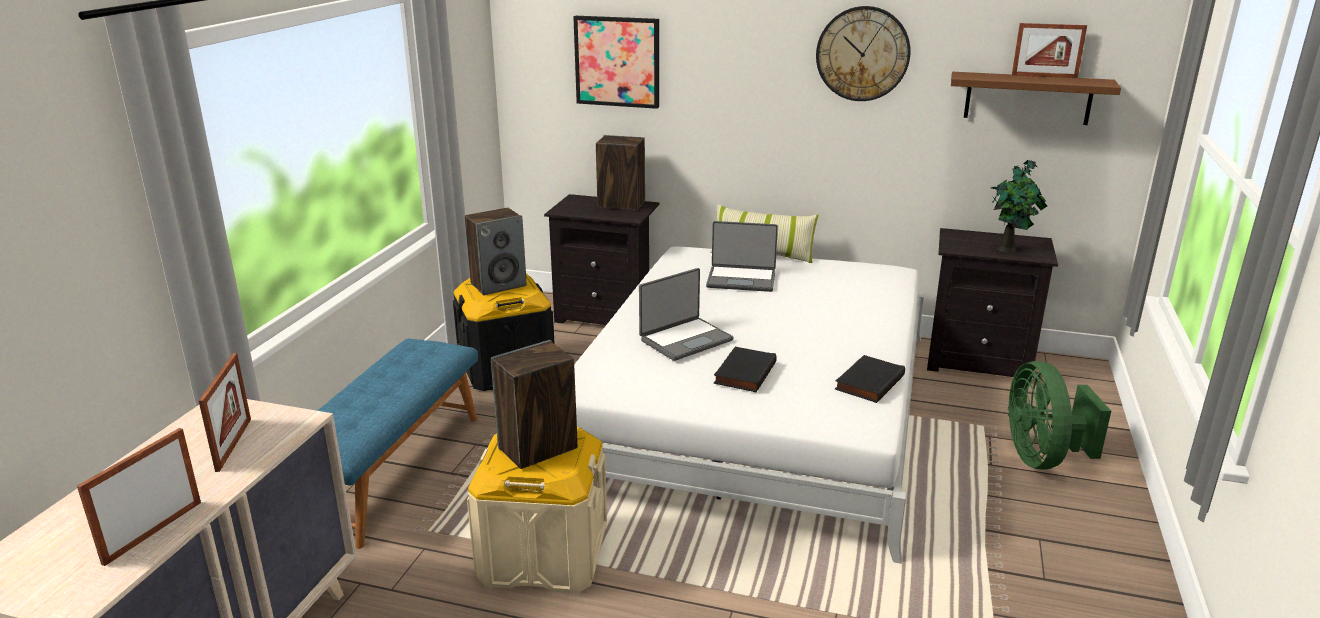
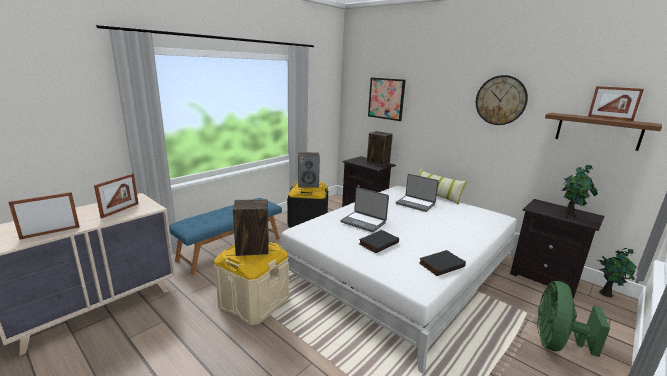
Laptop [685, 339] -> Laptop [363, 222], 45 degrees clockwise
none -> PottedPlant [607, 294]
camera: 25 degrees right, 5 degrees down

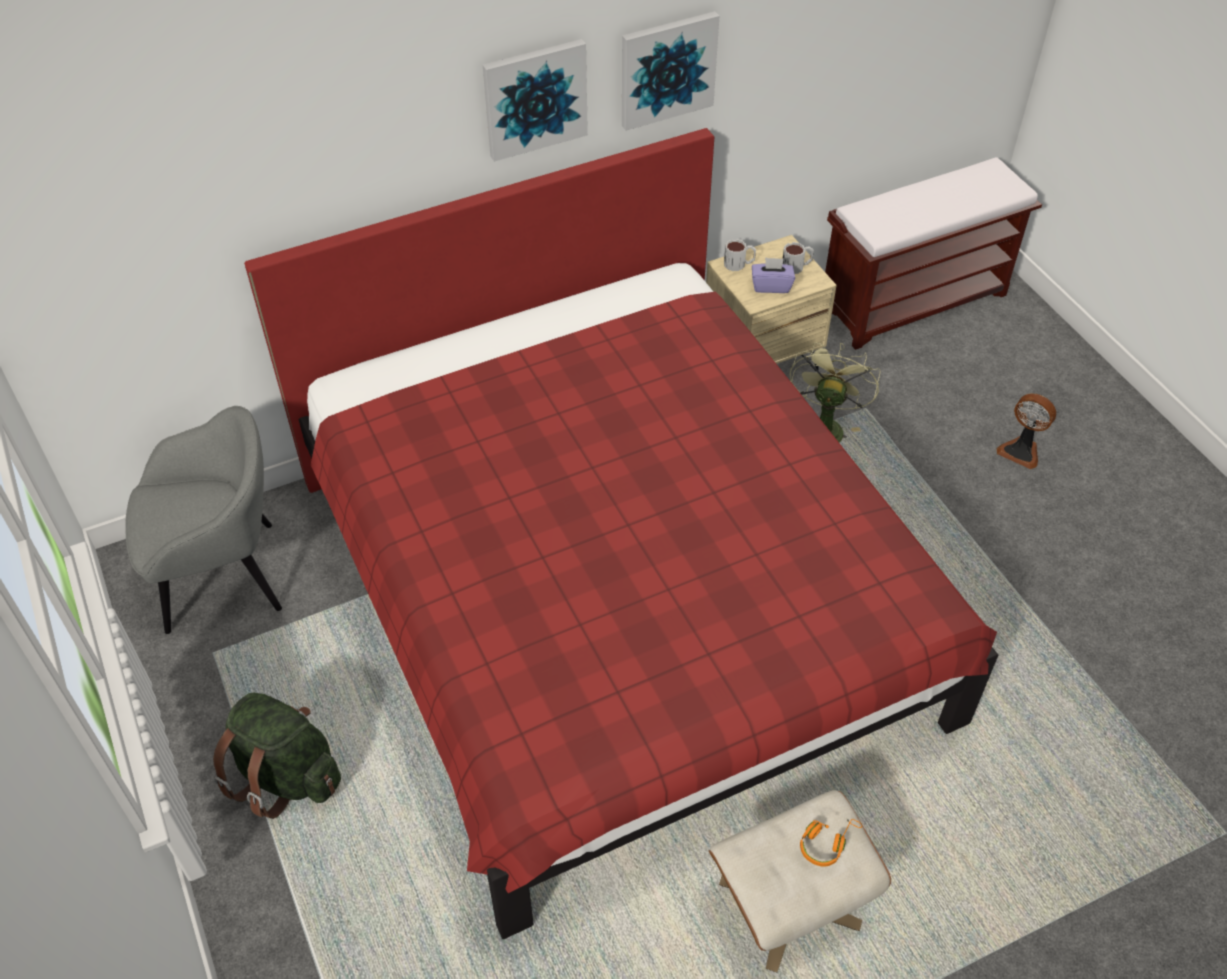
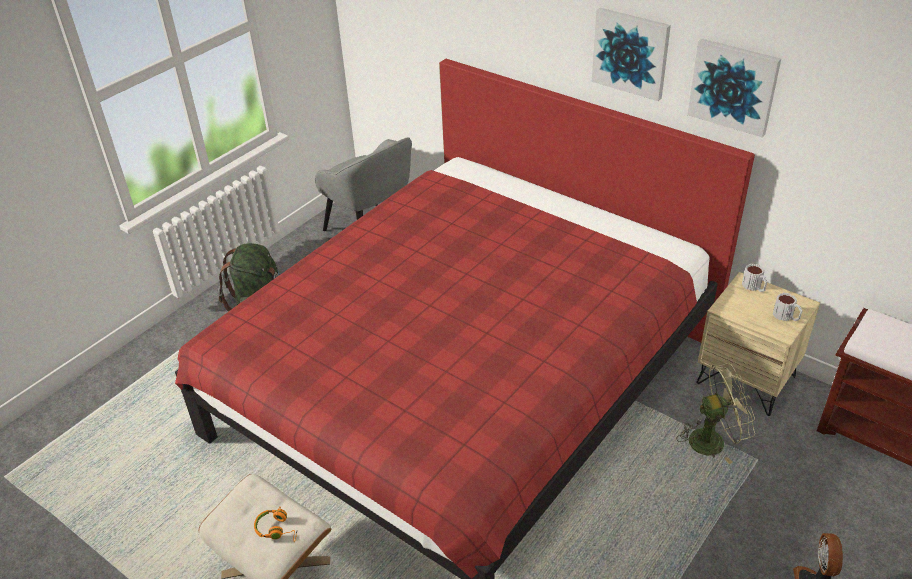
PurpleTissueBox [771, 286] -> none
camera: 65 degrees right, 10 degrees down

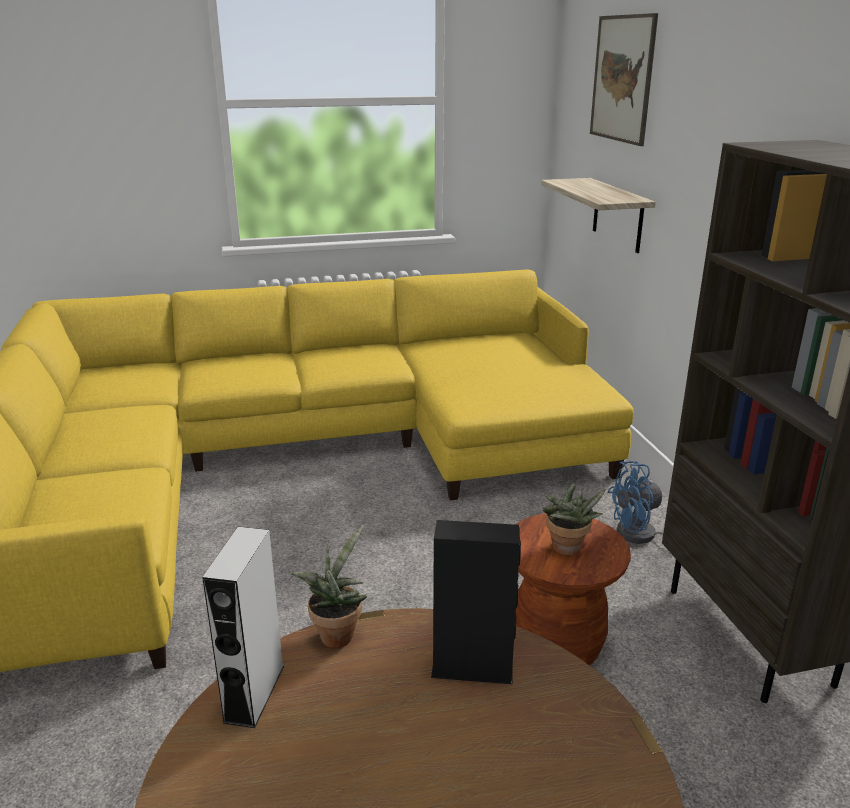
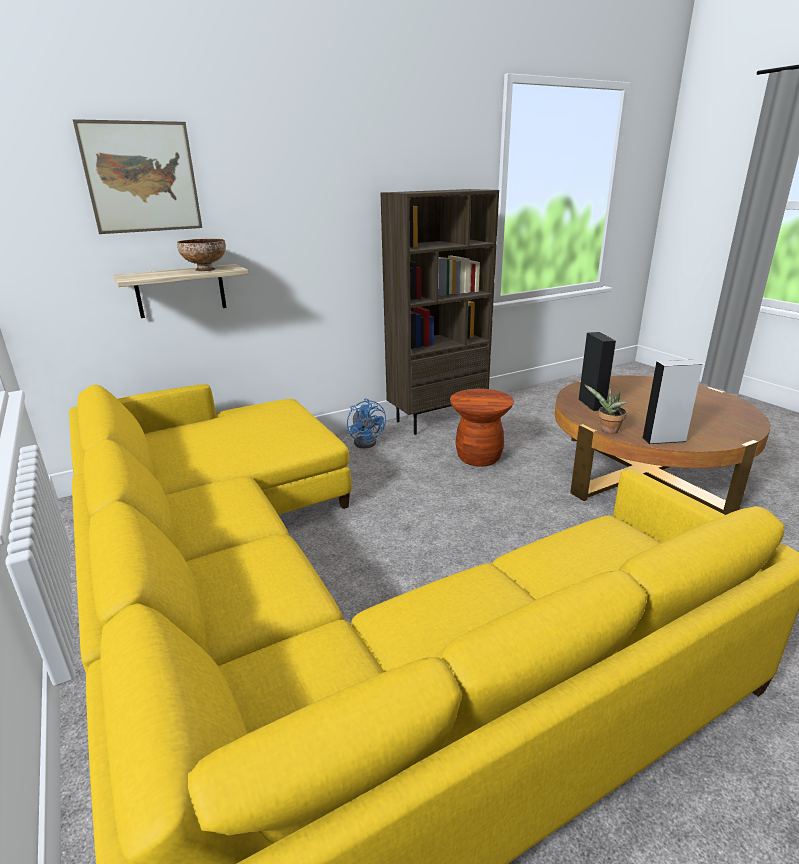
PottedPlant [567, 550] -> none
none -> Bowl [205, 270]
camera: 105 degrees left, 0 degrees up

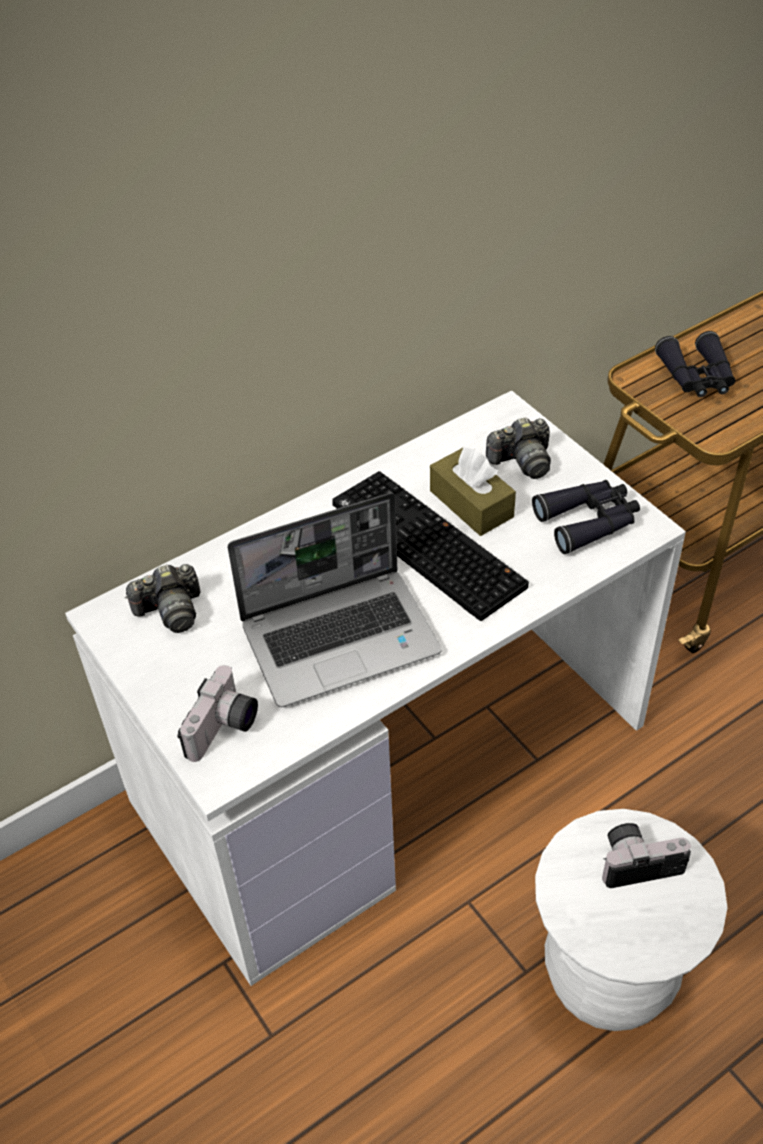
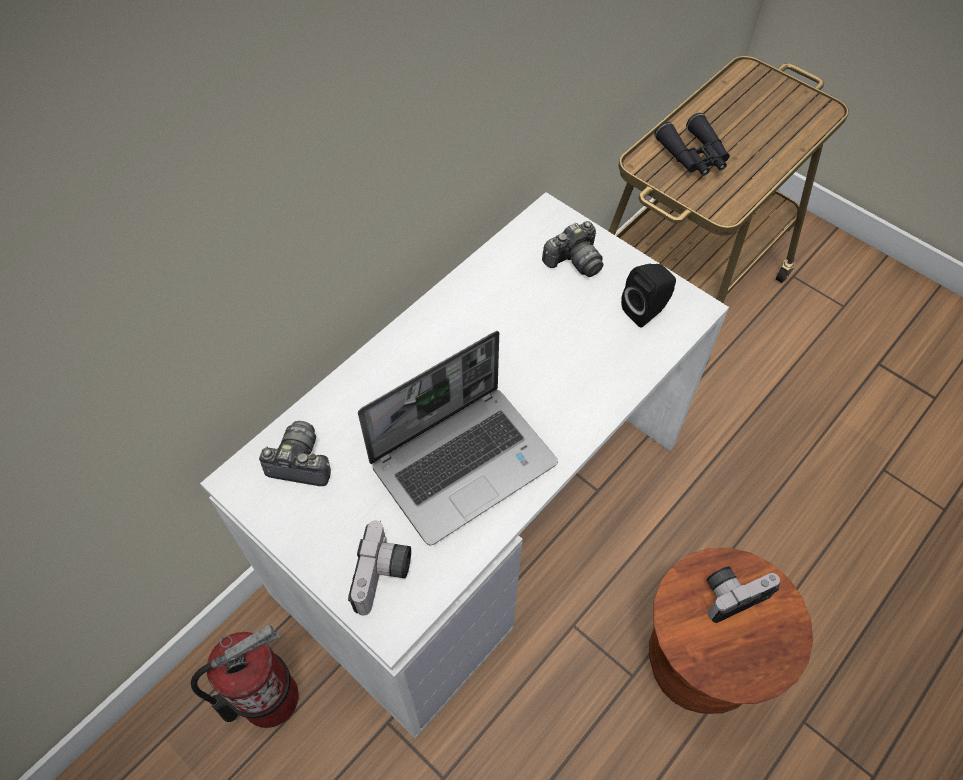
BrownTissueBox [471, 504] -> none
Keyboard [422, 546] -> none
BlackBinoculars [588, 521] -> BlackSpeaker [646, 310]
PhotoCamera [170, 611] -> PhotoCamera [300, 463], 135 degrees counterclockwise
WhiteStool [609, 975] -> BrownStool [697, 664]
none -> FireExtinguisher [269, 698]
camera: 15 degrees left, 10 degrees up

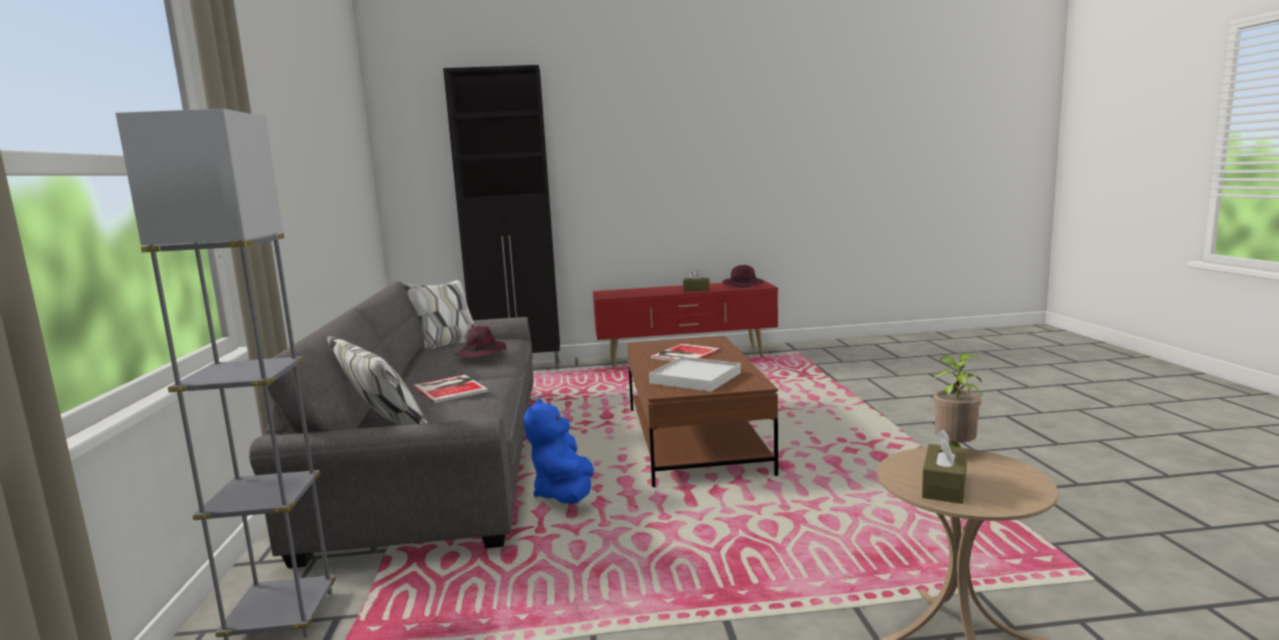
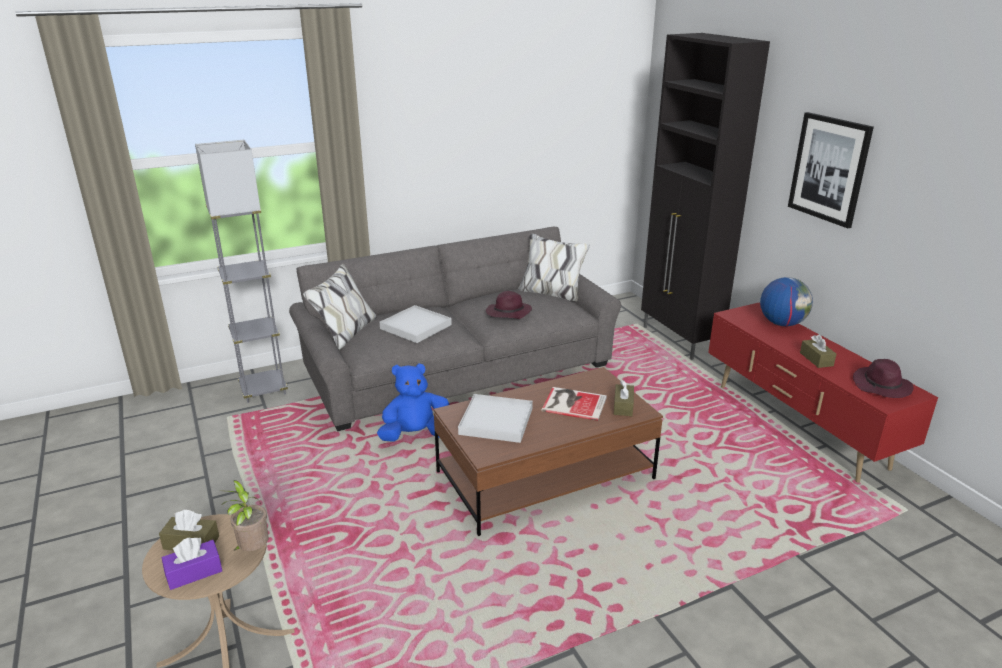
Book [451, 388] -> WhiteTray [416, 327]
none -> Picture [829, 169]
none -> Globe [782, 323]
none -> BrownTissueBox [623, 406]
none -> PurpleTissueBox [194, 572]
camera: 70 degrees right, 15 degrees up

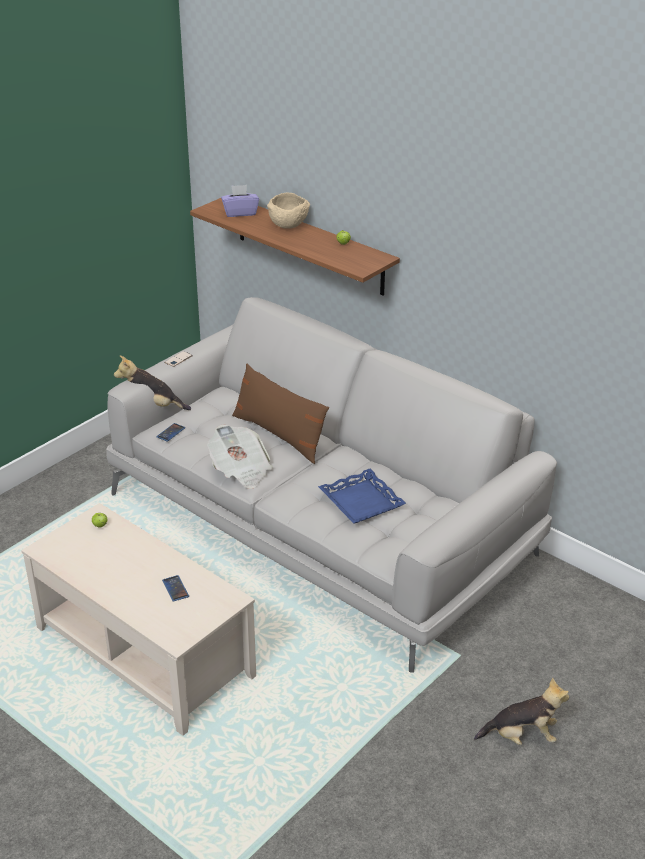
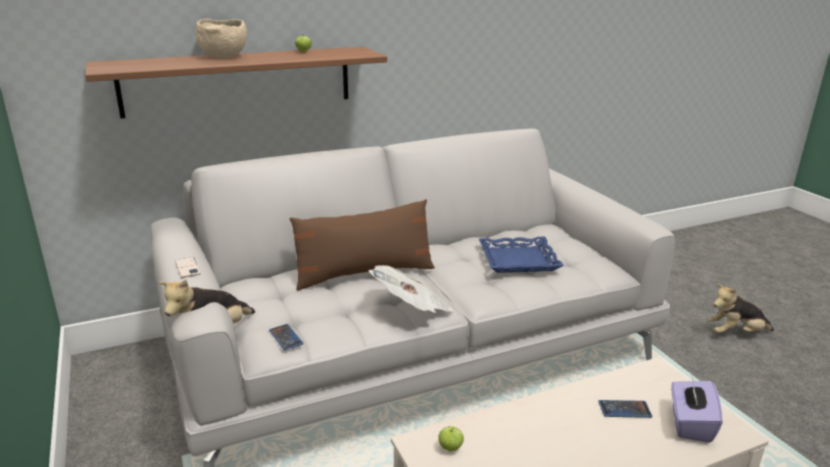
PurpleTissueBox [240, 213] -> PurpleTissueBox [690, 424], shifted
PlushToy [522, 736] -> PlushToy [736, 333], 120 degrees counterclockwise
camera: 65 degrees left, 10 degrees down

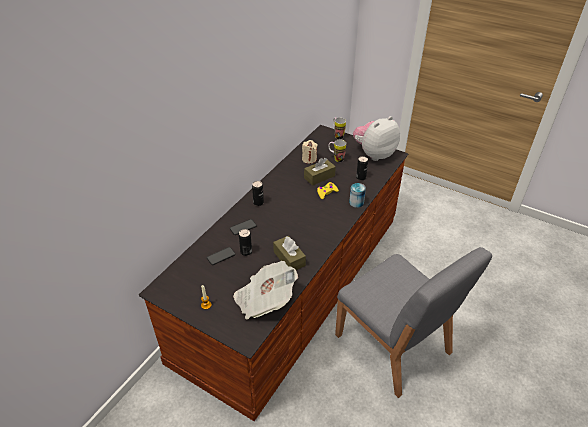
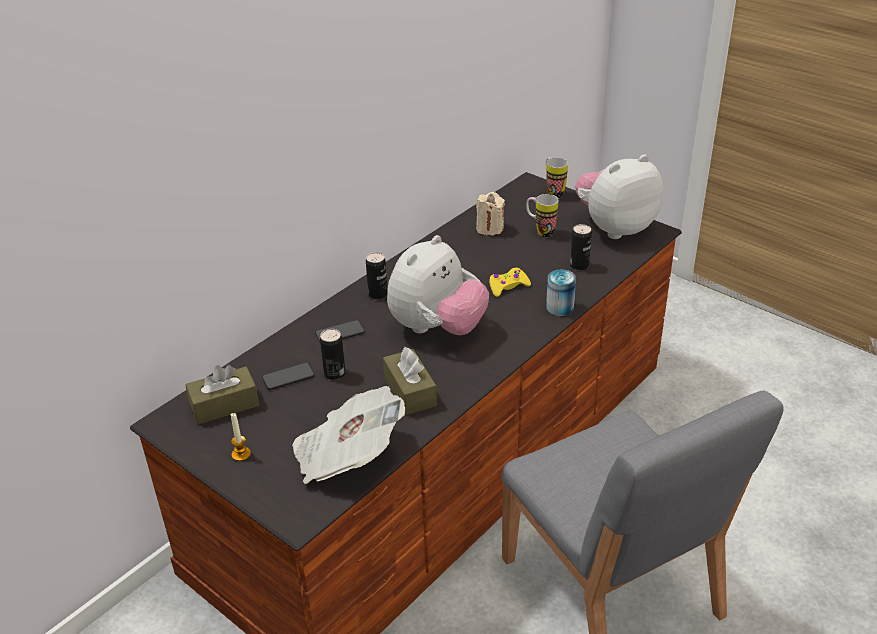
BrownTissueBox [319, 177] -> BrownTissueBox [224, 405], shifted
none -> PlushToy [437, 328]
camera: 10 degrees right, 5 degrees down

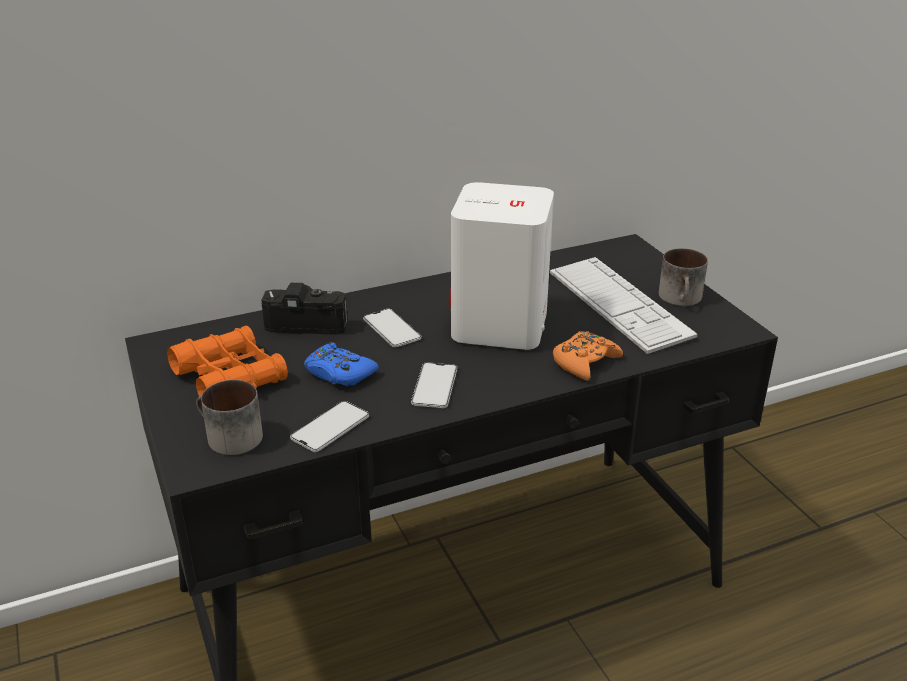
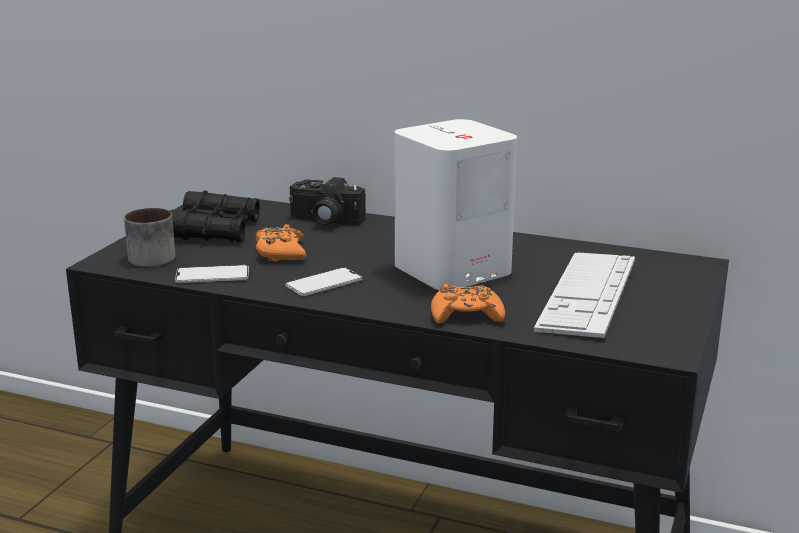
Mug [682, 299] -> none
PhotoCamera [308, 322] -> PhotoCamera [324, 221], 150 degrees clockwise
Phone [391, 328] -> none
OrangeBinoculars [230, 377] -> BlackBinoculars [215, 230]
BlueGameController [339, 373] -> OrangeGameController [280, 252]
camera: 45 degrees right, 10 degrees down

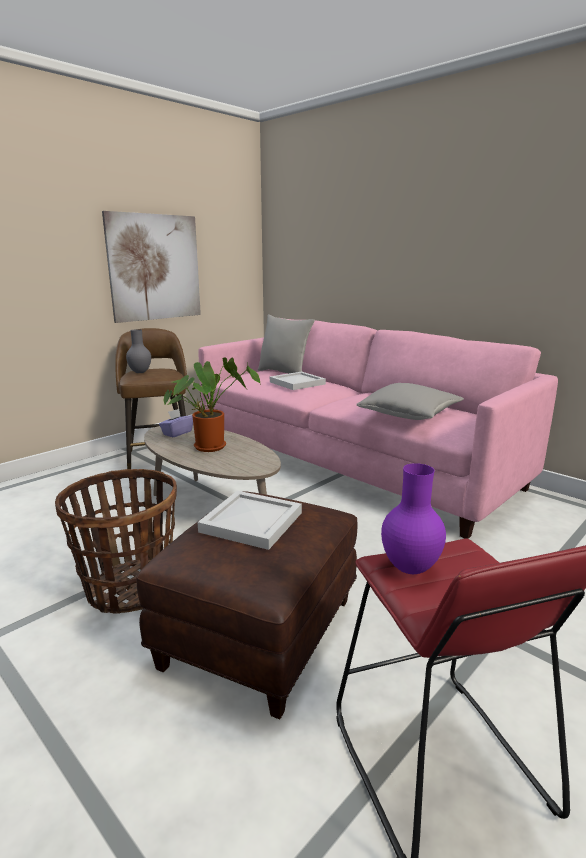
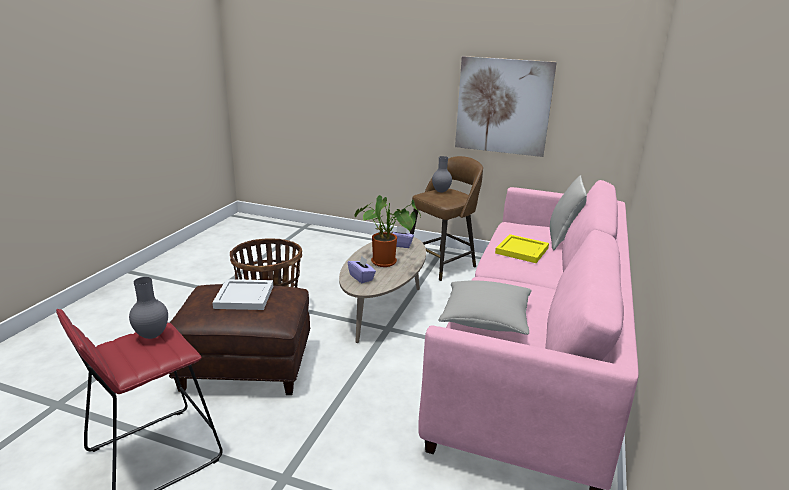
WhiteTray [298, 383] -> YellowTray [522, 251]
PurpleVase [410, 569] -> GreyVase [151, 335]
none -> PurpleTissueBox [361, 277]
camera: 65 degrees right, 5 degrees up

